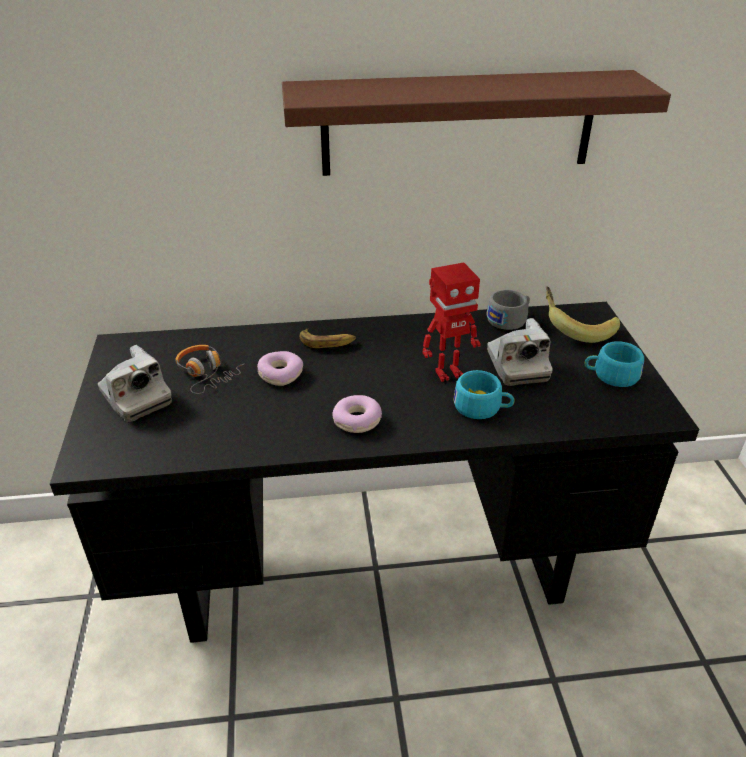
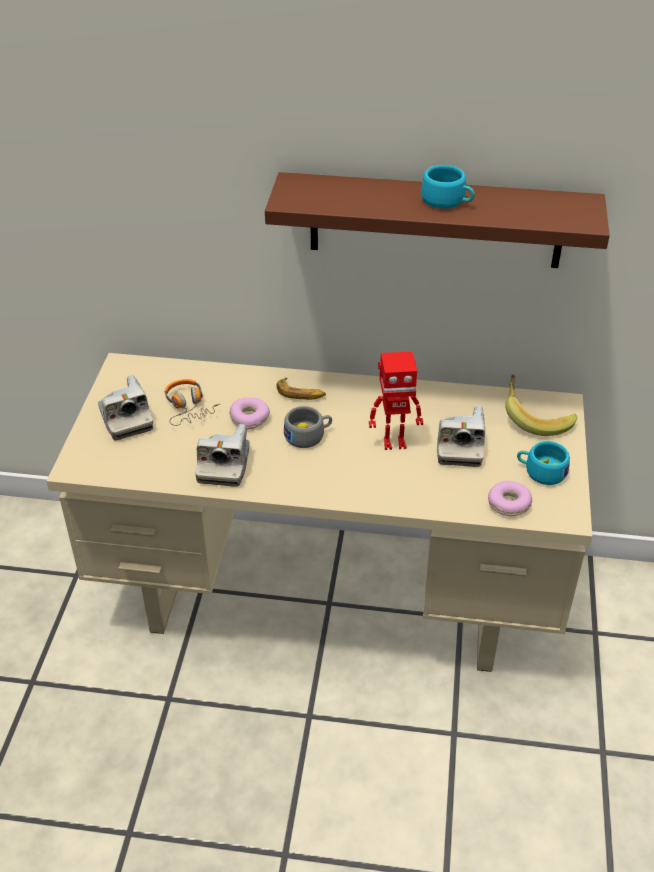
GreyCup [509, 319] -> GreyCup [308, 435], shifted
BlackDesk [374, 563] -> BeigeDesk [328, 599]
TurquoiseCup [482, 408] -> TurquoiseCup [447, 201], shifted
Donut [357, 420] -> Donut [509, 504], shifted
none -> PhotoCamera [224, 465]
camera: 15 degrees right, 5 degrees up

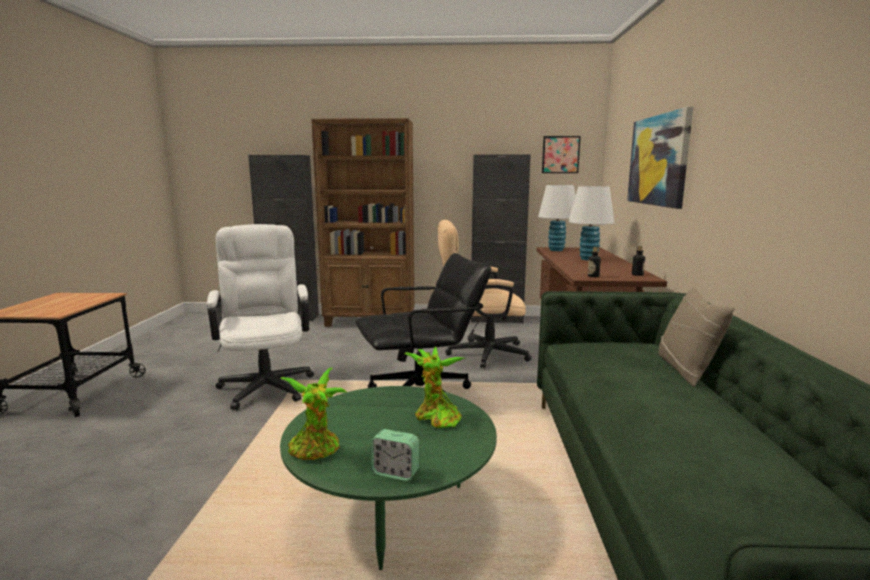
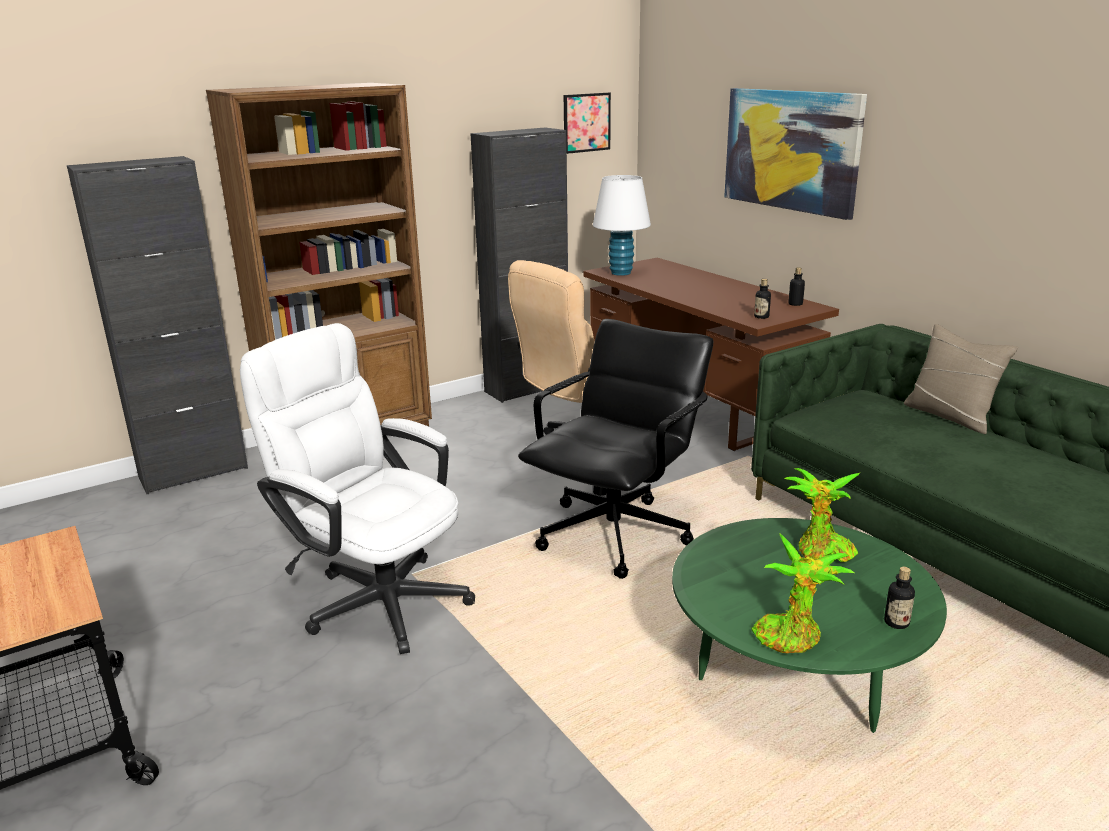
WhiteTableLamp [588, 259] -> none
AlarmClock [395, 472] -> Bottle [896, 622]
camera: 35 degrees left, 10 degrees up

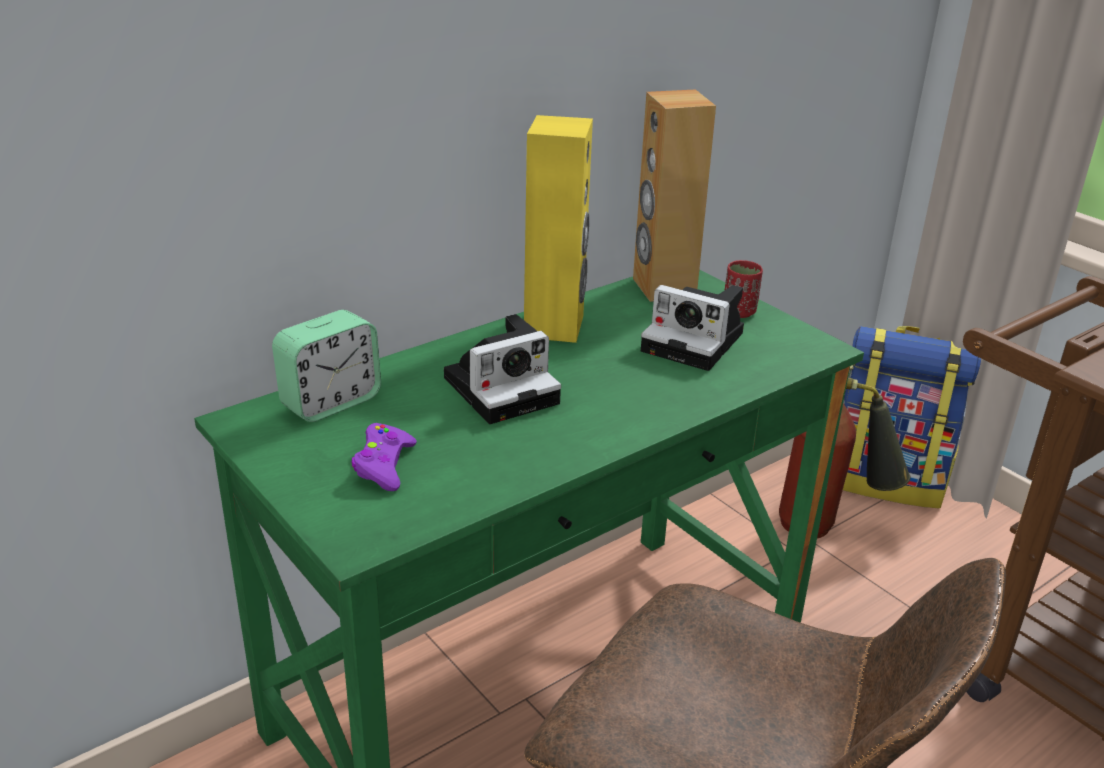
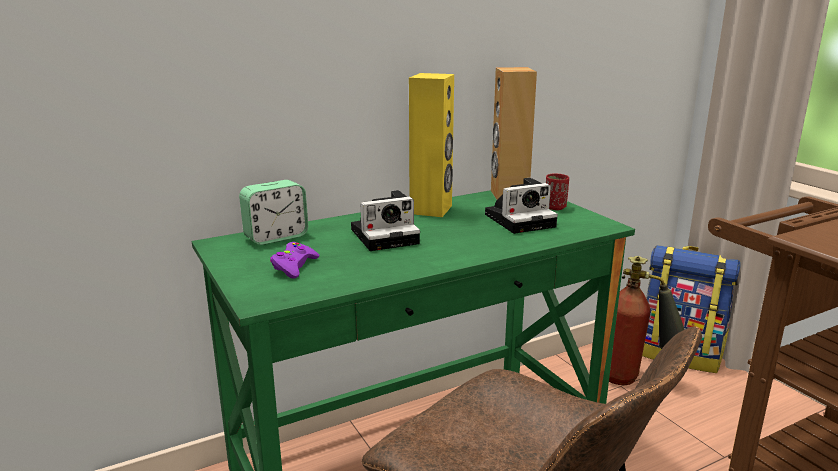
PhotoCamera [697, 342] -> PhotoCamera [521, 220], 60 degrees counterclockwise
camera: 10 degrees right, 10 degrees down

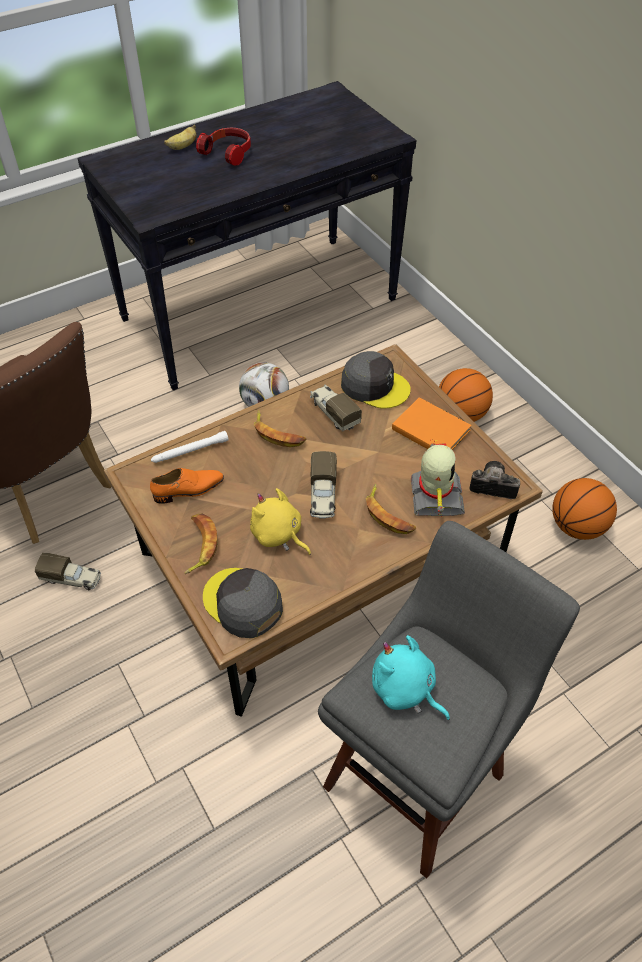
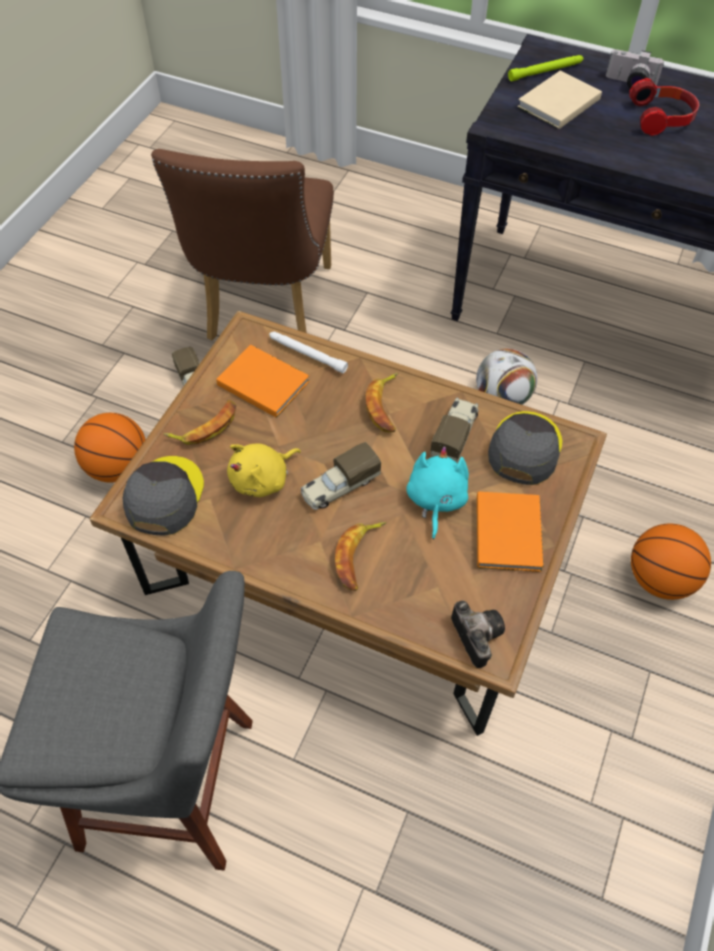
Banana [183, 147] -> PhotoCamera [629, 84]
GreyCap [374, 386] -> GreyCap [524, 449], 150 degrees counterclockwise
ToyRobot [434, 497] -> none
OrangeShoe [189, 490] -> OrangeBook [262, 381]
Basketball [577, 526] -> Basketball [118, 467], shifted
YellowPlushToy [278, 535] -> YellowPlushToy [262, 479], 135 degrees counterclockwise
TurquoisePlushToy [405, 689] -> TurquoisePlushToy [435, 500], shifted
none -> GreenFlashlight [546, 71]
none -> BeigeBook [556, 103]
camera: 55 degrees right, 5 degrees up

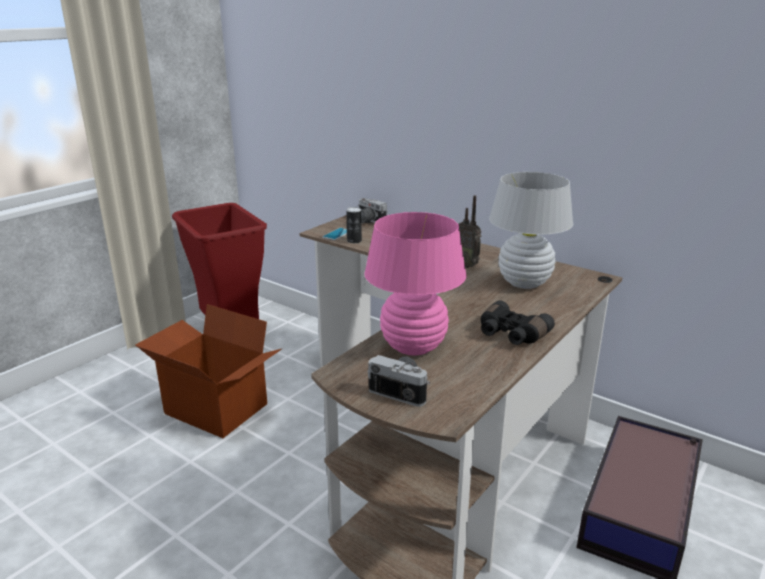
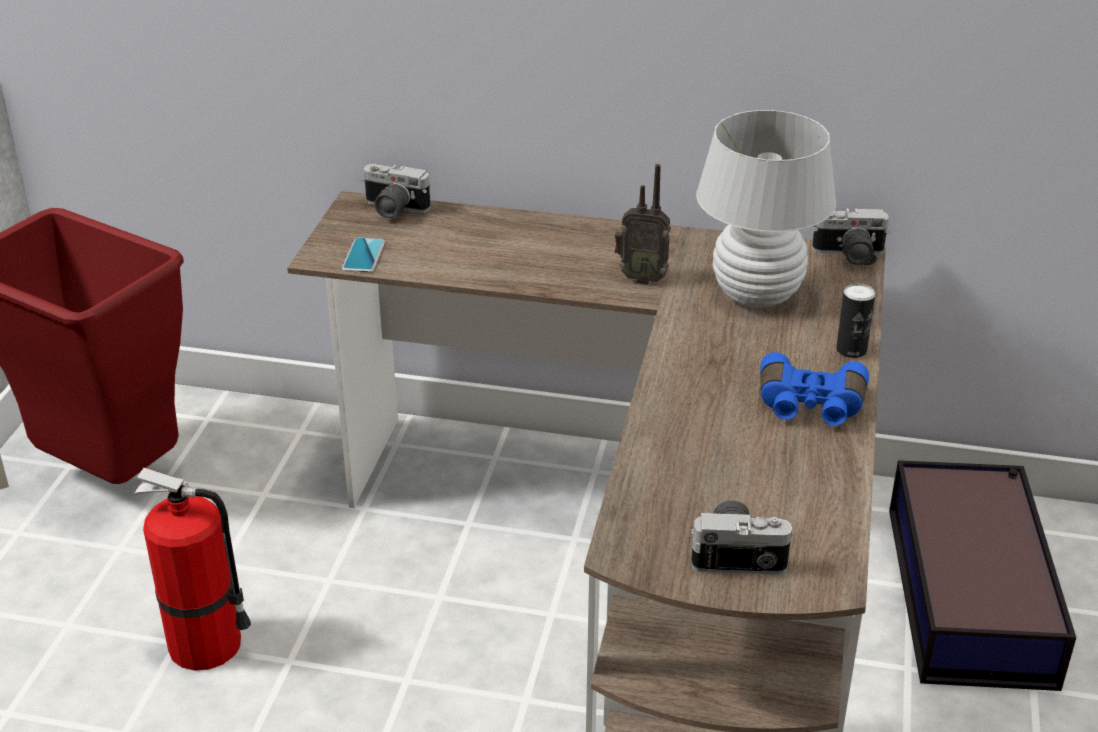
Can [354, 241] -> Can [851, 350], shifted
PinkTableLamp [413, 346] -> none
BlackBinoculars [511, 334] -> BlueBinoculars [809, 406]
CardboardBox [214, 410] -> FireExtinguisher [209, 644]
none -> PhotoCamera [849, 256]
camera: 25 degrees left, 10 degrees up

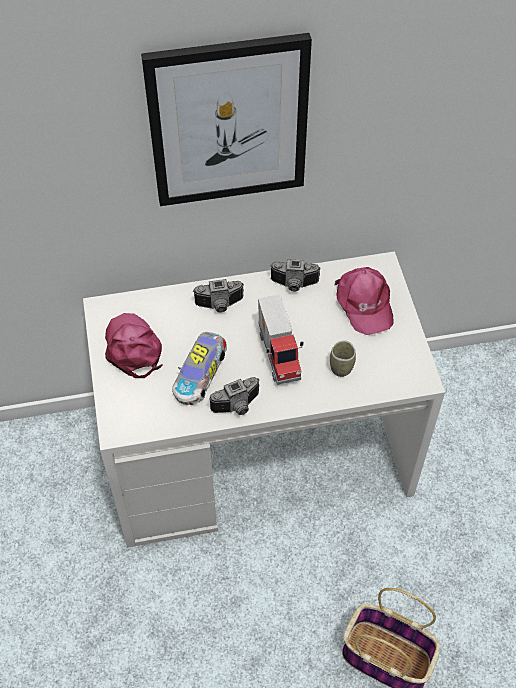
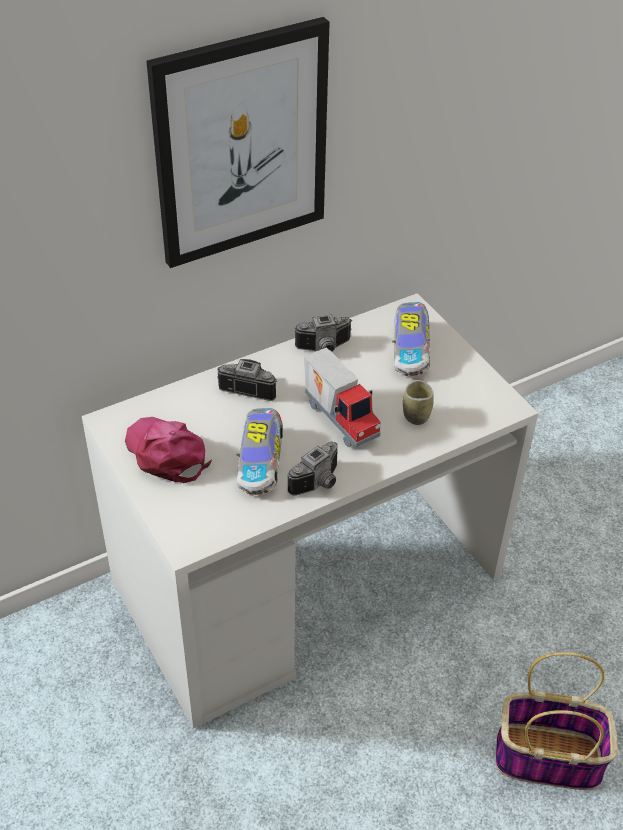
PinkCap [364, 303] -> ToyCar [410, 349]
PhotoCamera [220, 306] -> PhotoCamera [250, 387], 135 degrees counterclockwise
camera: 20 degrees left, 10 degrees down

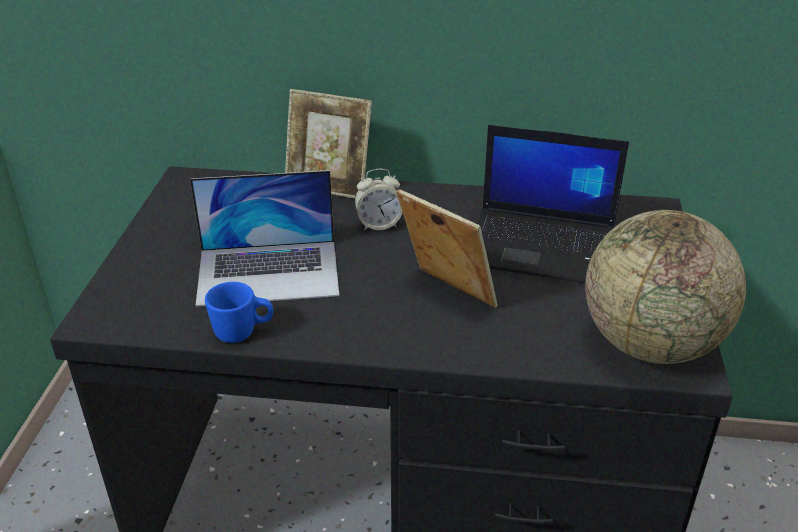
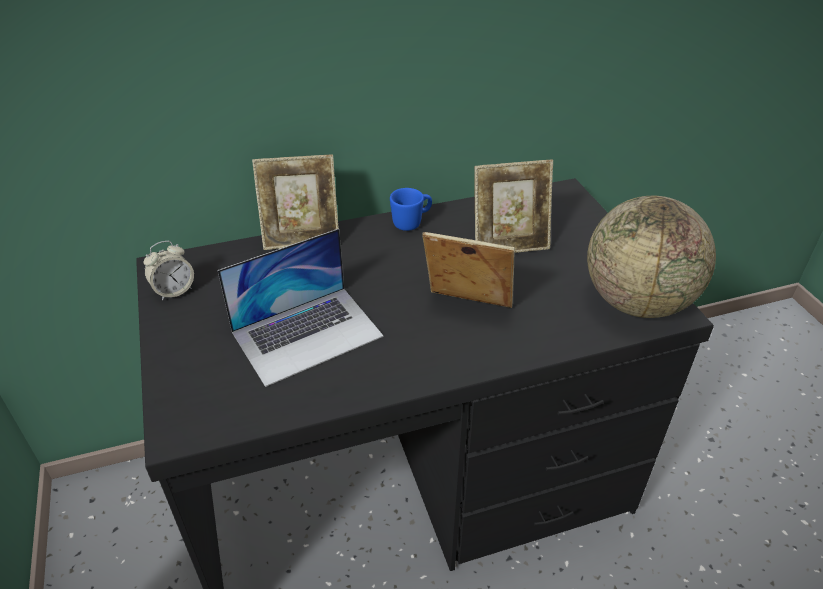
Laptop [543, 246] -> PictureFrame [509, 244]
AlarmClock [378, 224] -> AlarmClock [174, 290], shifted
BlueMug [243, 332] -> BlueMug [411, 223], shifted
camera: 25 degrees left, 5 degrees up

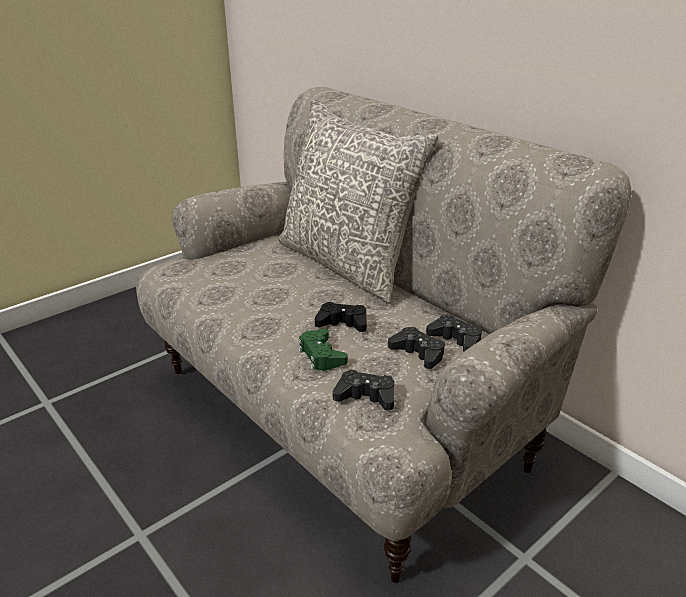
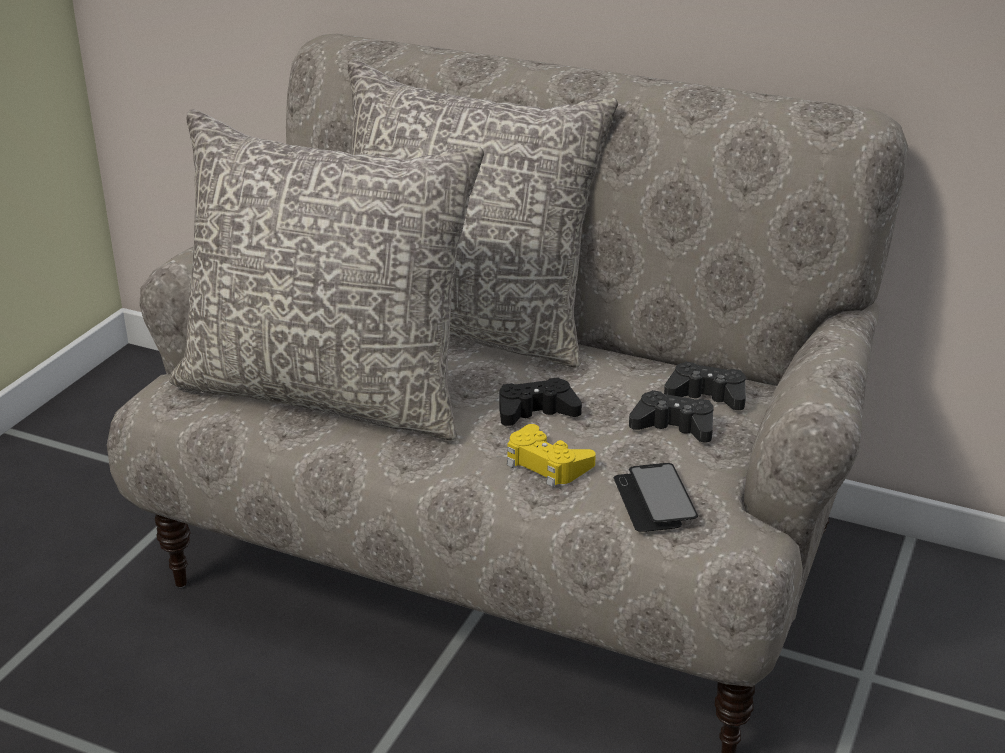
GreenGameController [321, 355] -> YellowGameController [546, 464]
BlackGameController [366, 396] -> Phone [654, 500]
none -> GreyPillow [327, 393]
camera: 25 degrees left, 0 degrees up

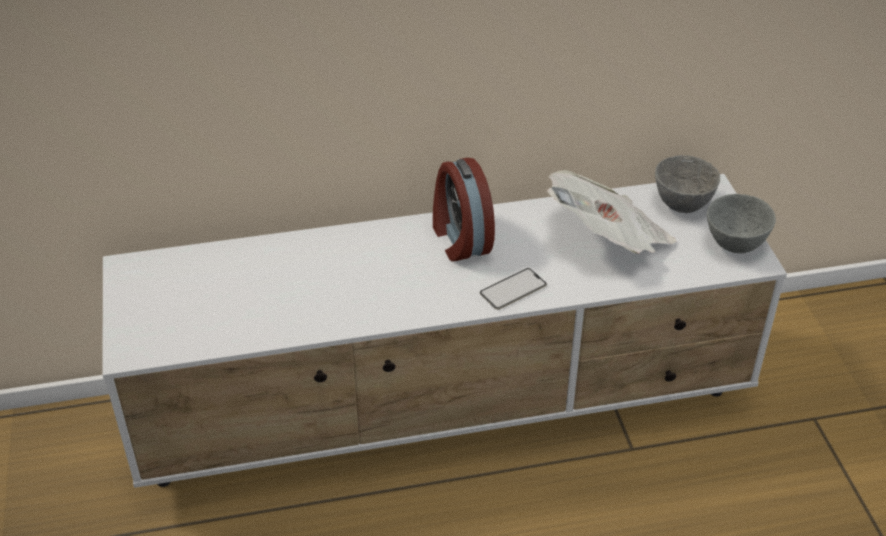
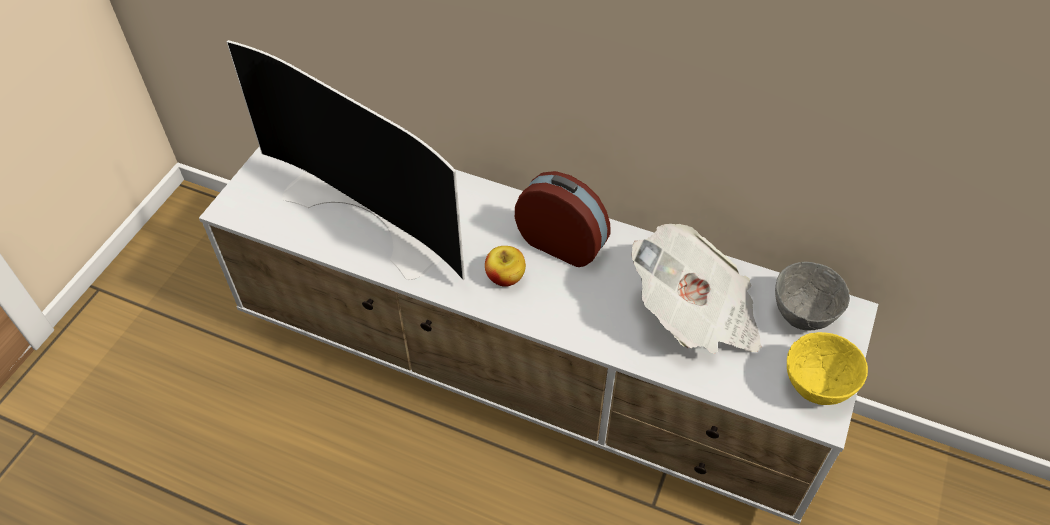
AlarmClock [460, 239] -> AlarmClock [563, 242], 105 degrees clockwise
GreyBowl [736, 246] -> YellowBowl [817, 389]
Phone [513, 289] -> none
none -> Television [373, 212]
none -> Apple [505, 277]
camera: 35 degrees right, 10 degrees up

